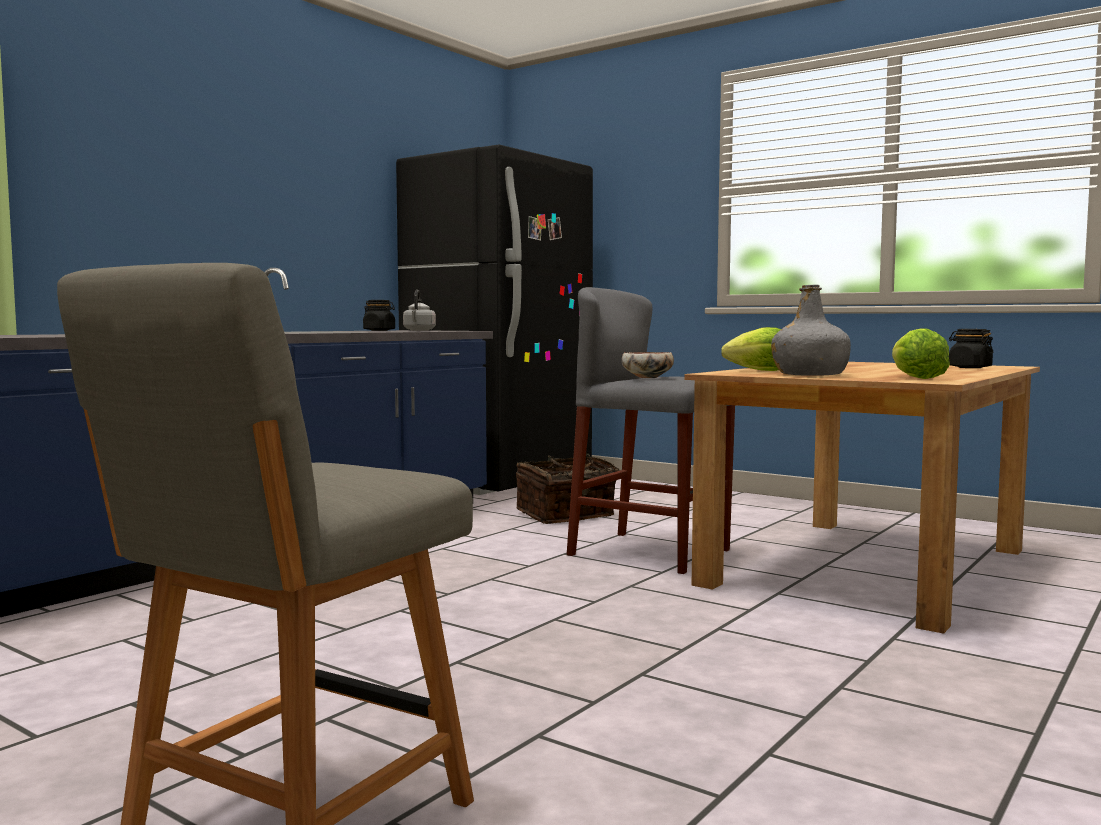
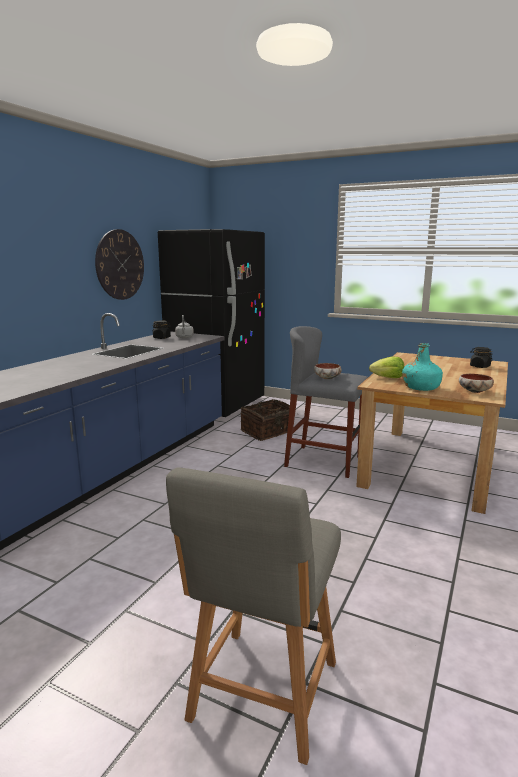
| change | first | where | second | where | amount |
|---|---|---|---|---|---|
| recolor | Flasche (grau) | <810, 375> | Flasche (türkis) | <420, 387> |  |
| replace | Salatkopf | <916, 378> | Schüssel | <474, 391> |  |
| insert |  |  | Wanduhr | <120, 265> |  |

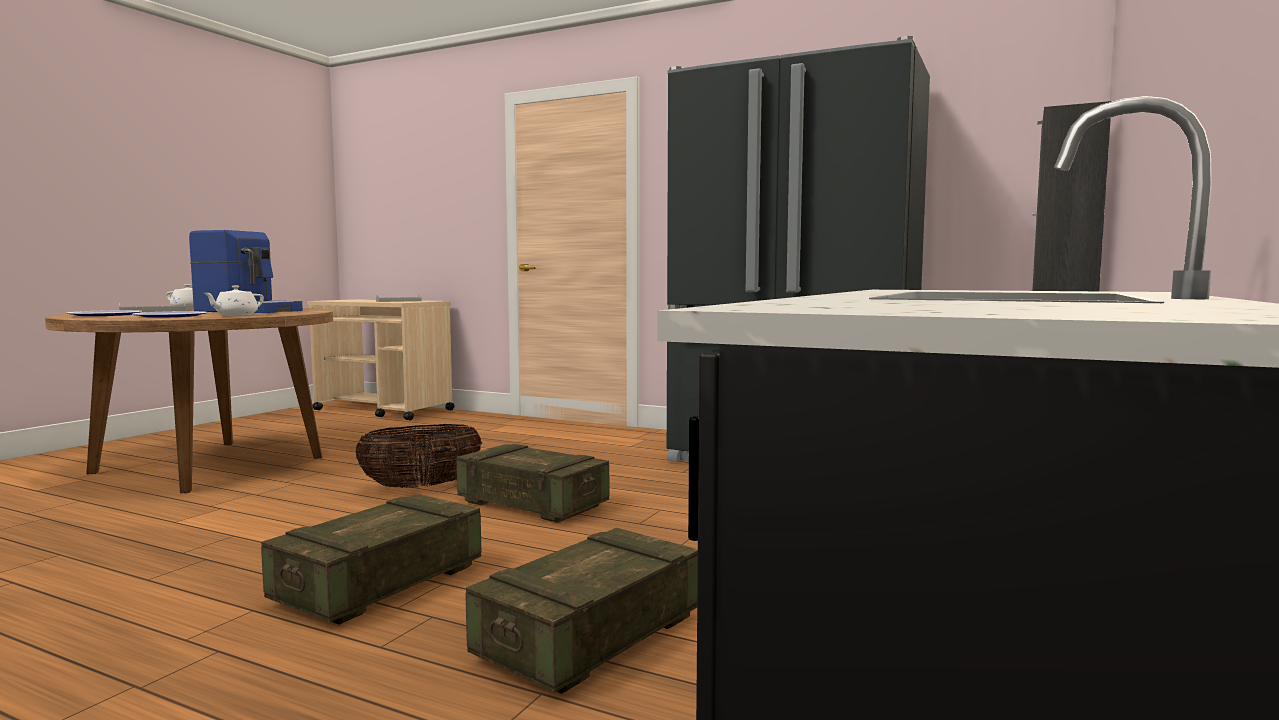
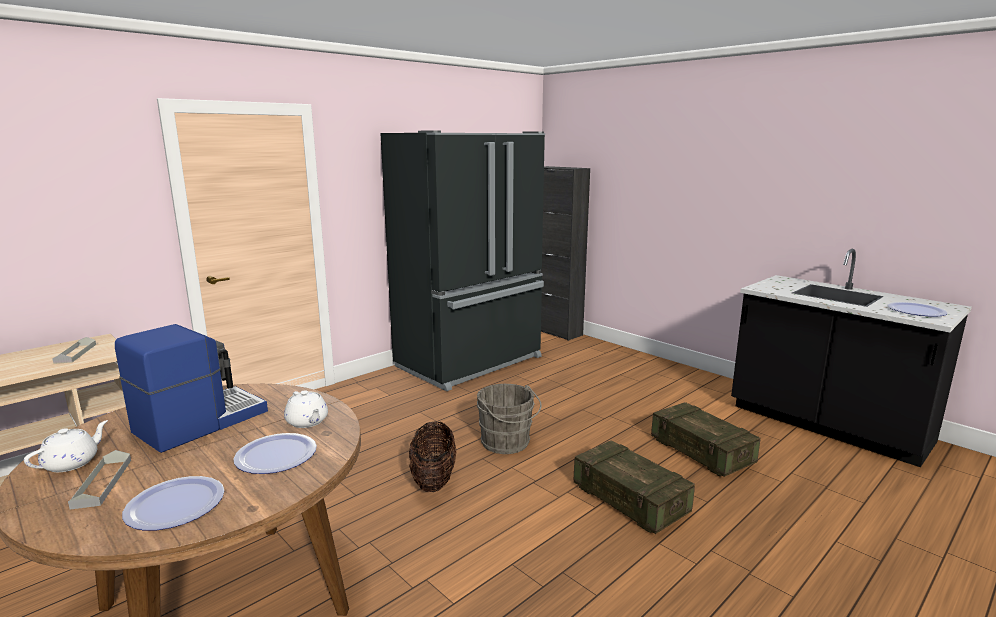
| change | first | where | second | where | amount |
|---|---|---|---|---|---|
| replace | Kiste | <532, 504> | Eimer (grau) | <507, 443> |  |
| insert |  |  | Teller | <916, 311> |  |

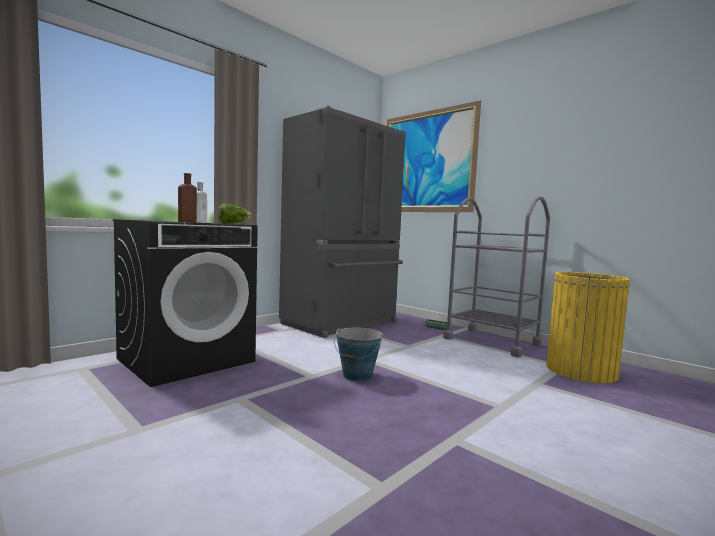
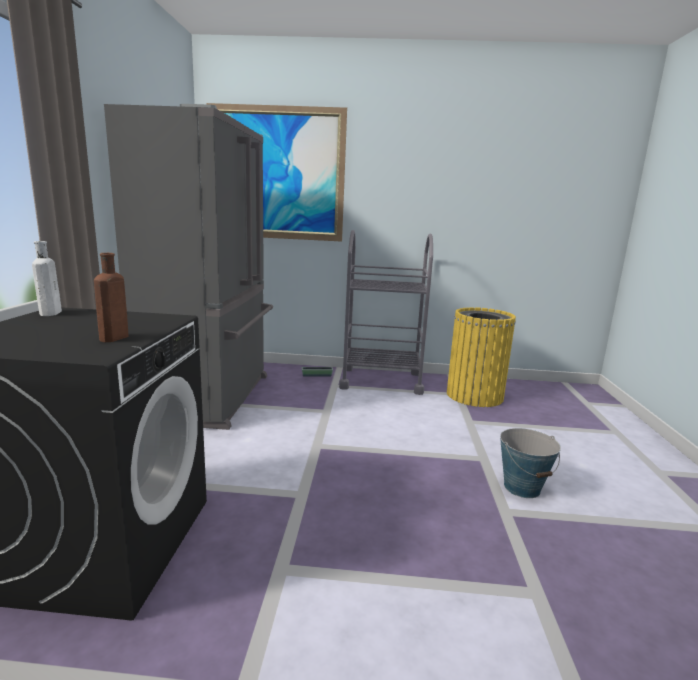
| change | first | where | second | where | amount |
|---|---|---|---|---|---|
| delete | Salatkopf | <233, 223> |  |  |  |
| move | Eimer | <357, 376> |  | <522, 487> |  |

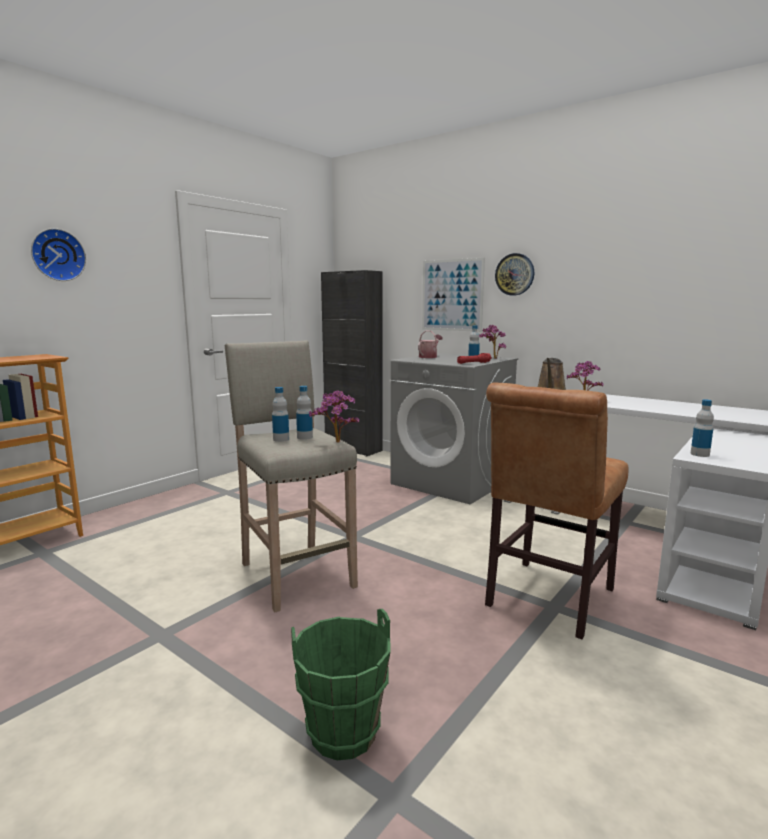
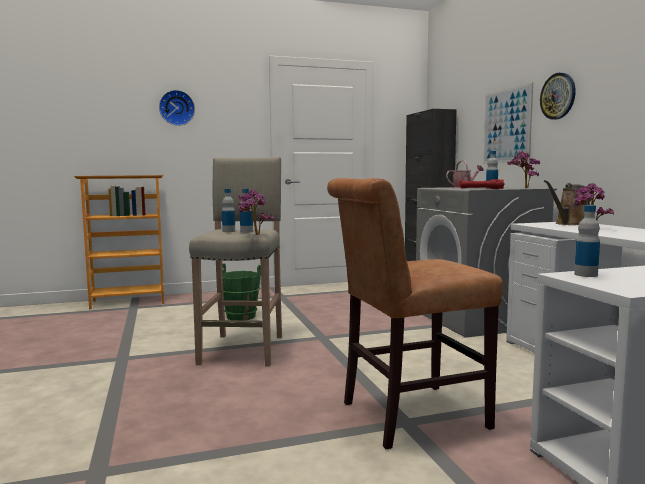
| change | first | where | second | where | amount |
|---|---|---|---|---|---|
| move | Eimer (grün) | <343, 734> |  | <241, 317> |  |

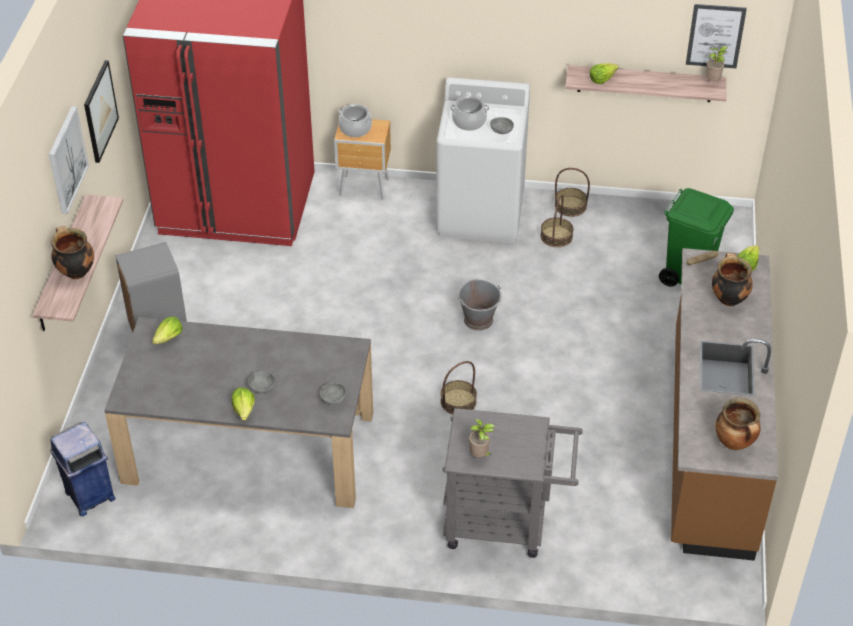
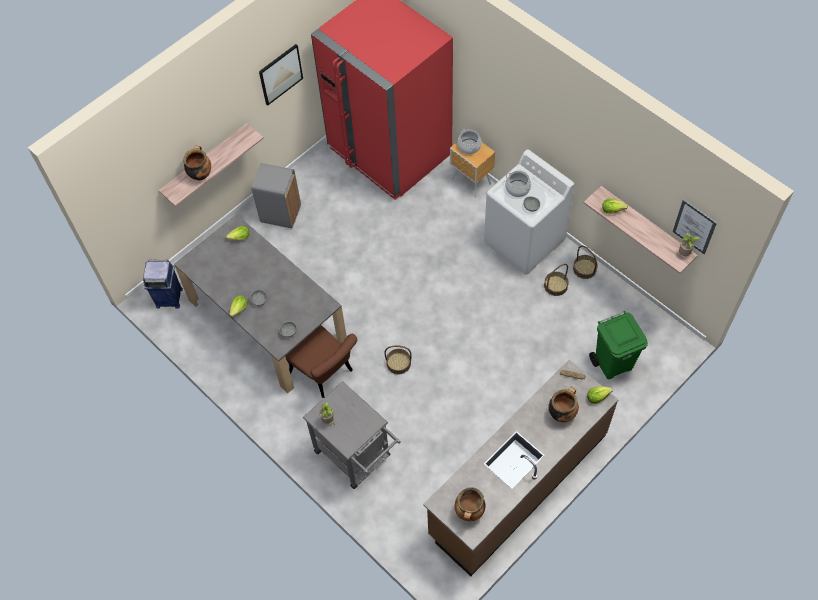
| change | first | where | second | where | amount |
|---|---|---|---|---|---|
| delete | Bild | <66, 160> |  |  |  |
| delete | Eimer (grau) | <479, 320> |  |  |  |
| insert |  |  | Stuhl (braun) | <325, 374> |  |

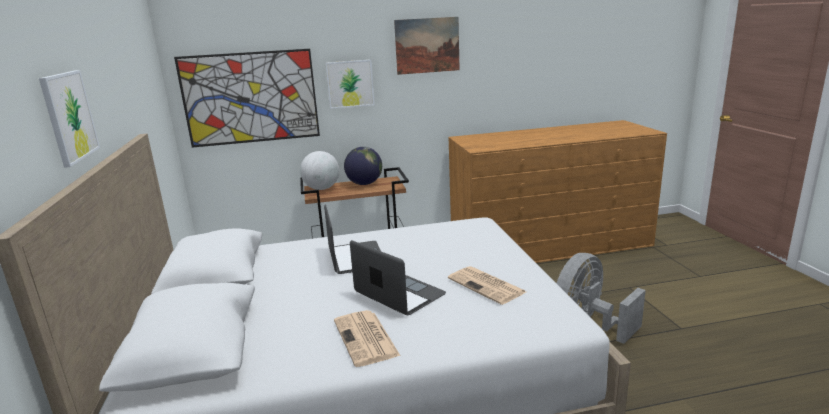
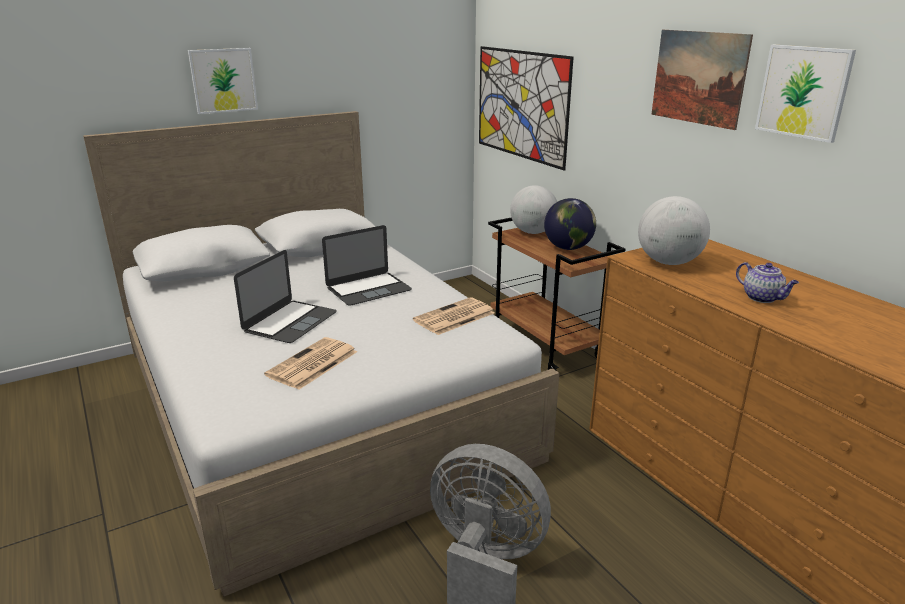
| change | first | where | second | where | amount |
|---|---|---|---|---|---|
| move | Bild | <350, 84> |  | <803, 92> |  |
| move | Zeitung | <366, 338> |  | <453, 317> |  |
| insert |  |  | Globus | <668, 262> |  |
| insert |  |  | Teekanne | <762, 298> |  |

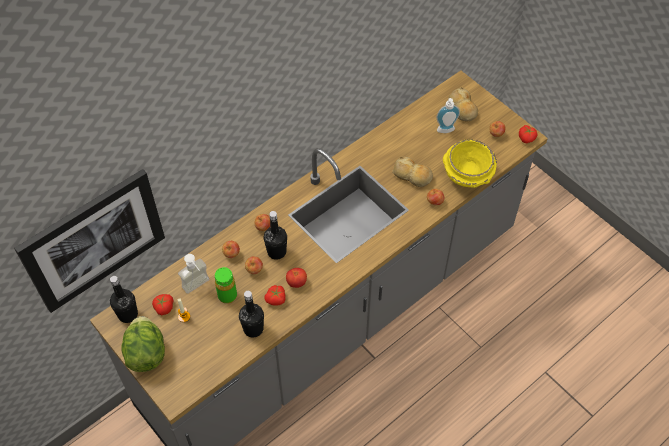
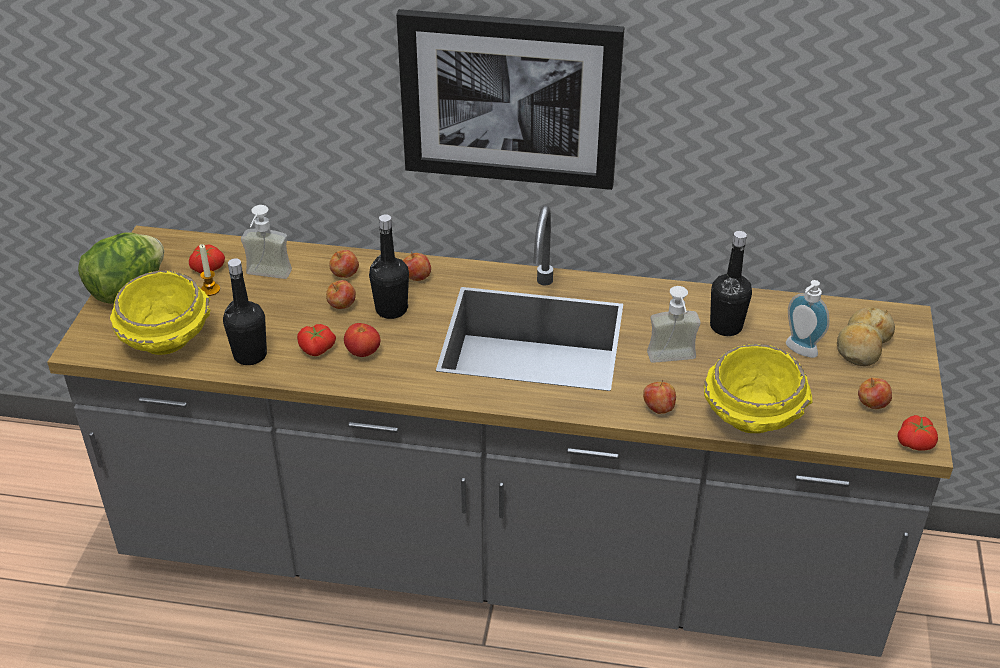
| change | first | where | second | where | amount |
|---|---|---|---|---|---|
| replace | Brot | <412, 176> | Seifenspender | <673, 362> |  |
| move | Bild | <93, 240> |  | <509, 99> |  |
| delete | Flasche (grün) | <227, 296> |  |  |  |
| move | Flasche (schwarz) | <128, 314> |  | <726, 326> |  |
| insert |  |  | Schüssel (gelb) | <167, 339> |  |

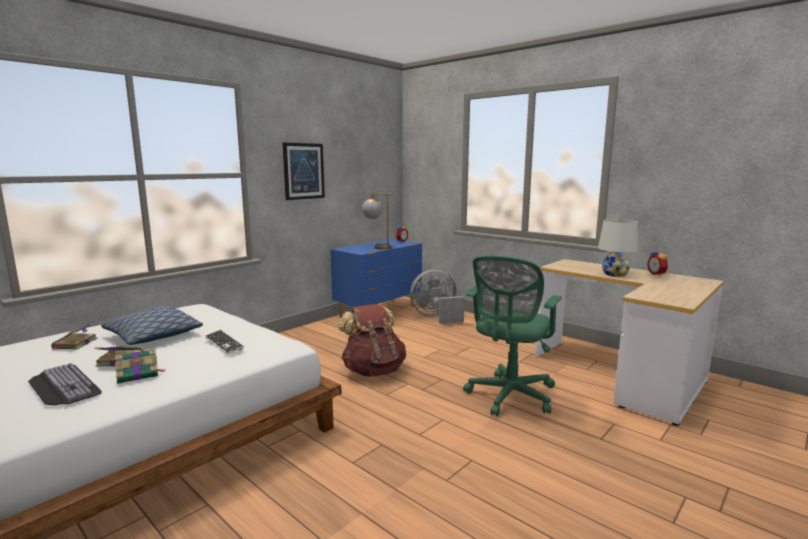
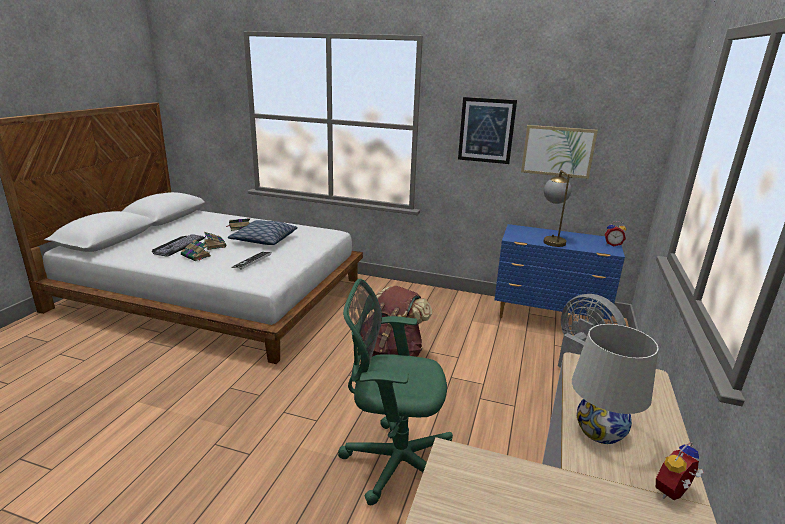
| change | first | where | second | where | amount |
|---|---|---|---|---|---|
| insert |  |  | Bild | <558, 151> |  |

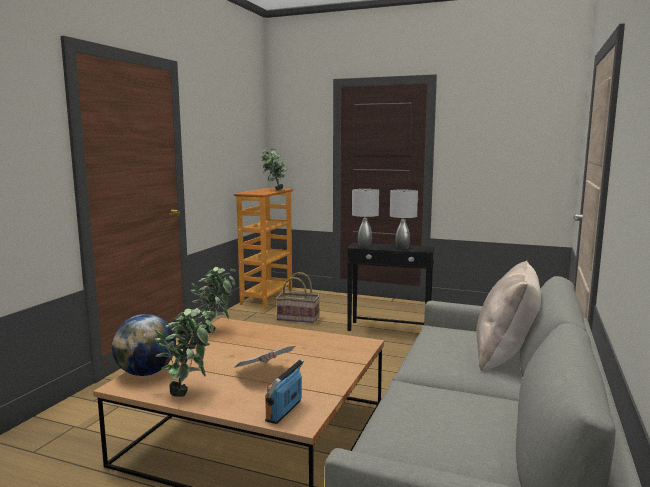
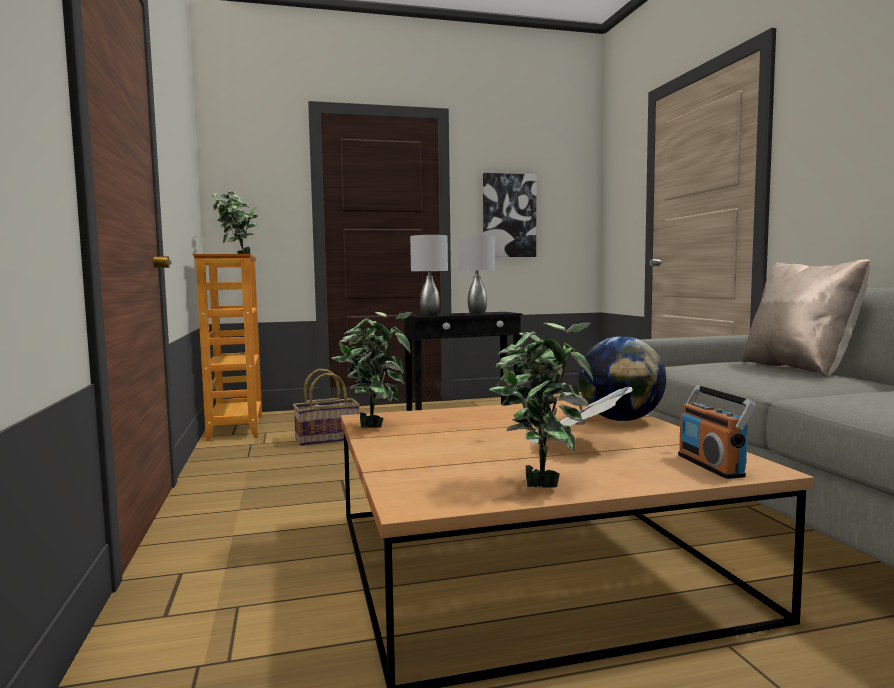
| change | first | where | second | where | amount |
|---|---|---|---|---|---|
| move | Globus | <146, 372> |  | <621, 420> |  |
| insert |  |  | Bild | <509, 216> |  |

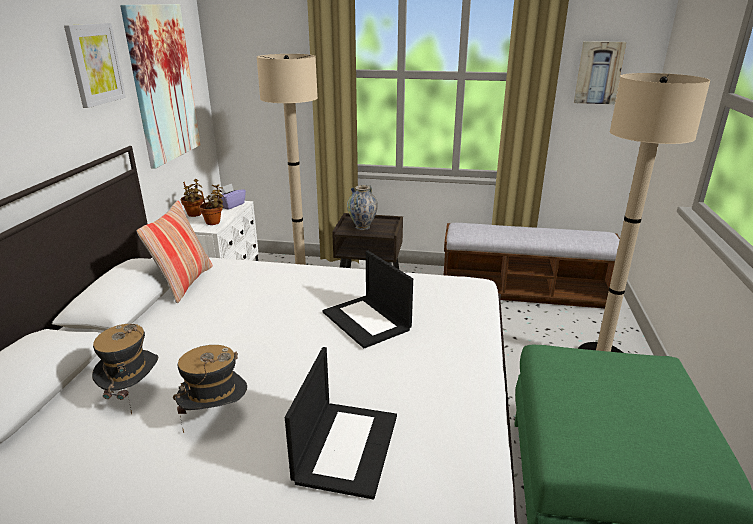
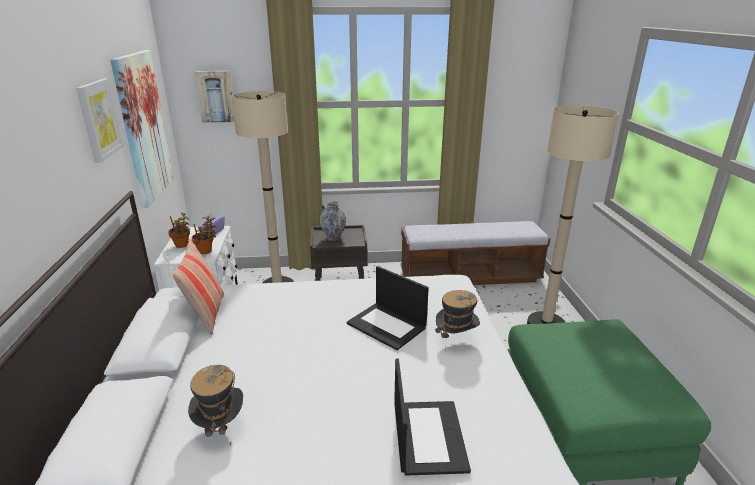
| change | first | where | second | where | amount |
|---|---|---|---|---|---|
| move | Bild | <598, 72> |  | <216, 96> |  |
| move | Hut | <216, 418> |  | <456, 340> |  |

